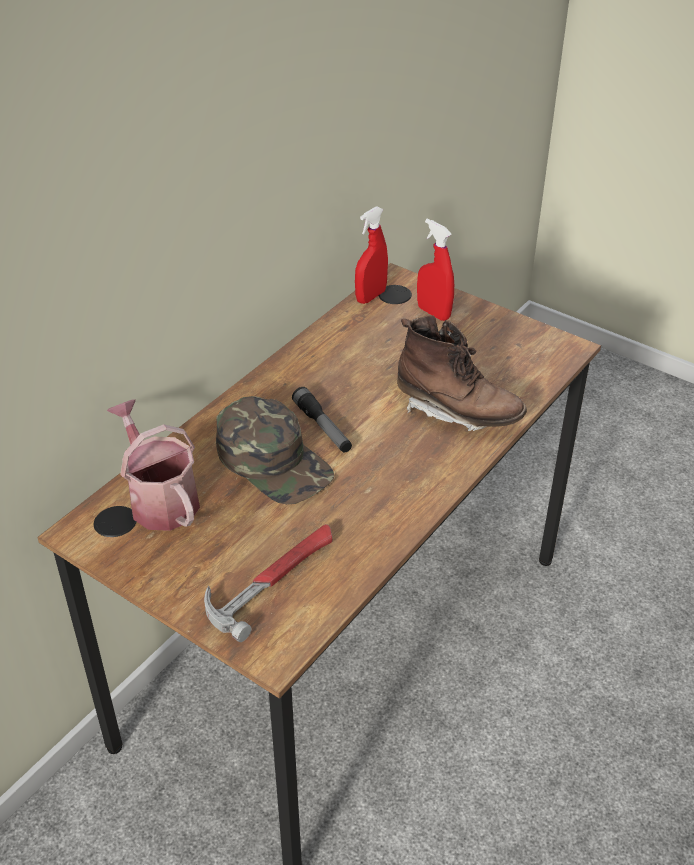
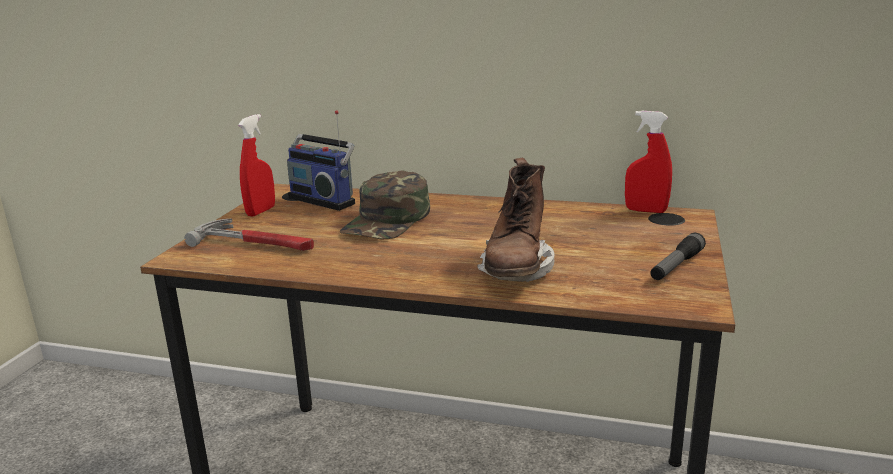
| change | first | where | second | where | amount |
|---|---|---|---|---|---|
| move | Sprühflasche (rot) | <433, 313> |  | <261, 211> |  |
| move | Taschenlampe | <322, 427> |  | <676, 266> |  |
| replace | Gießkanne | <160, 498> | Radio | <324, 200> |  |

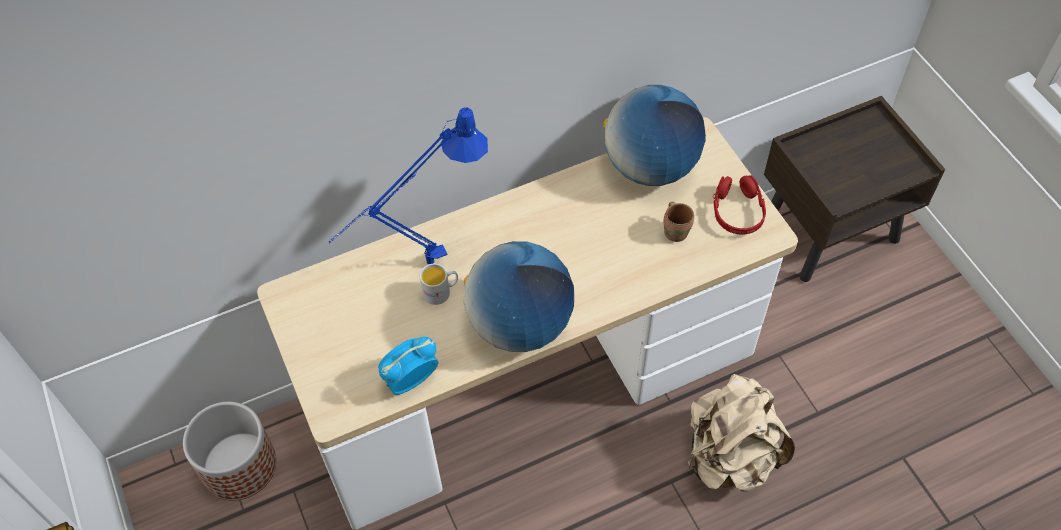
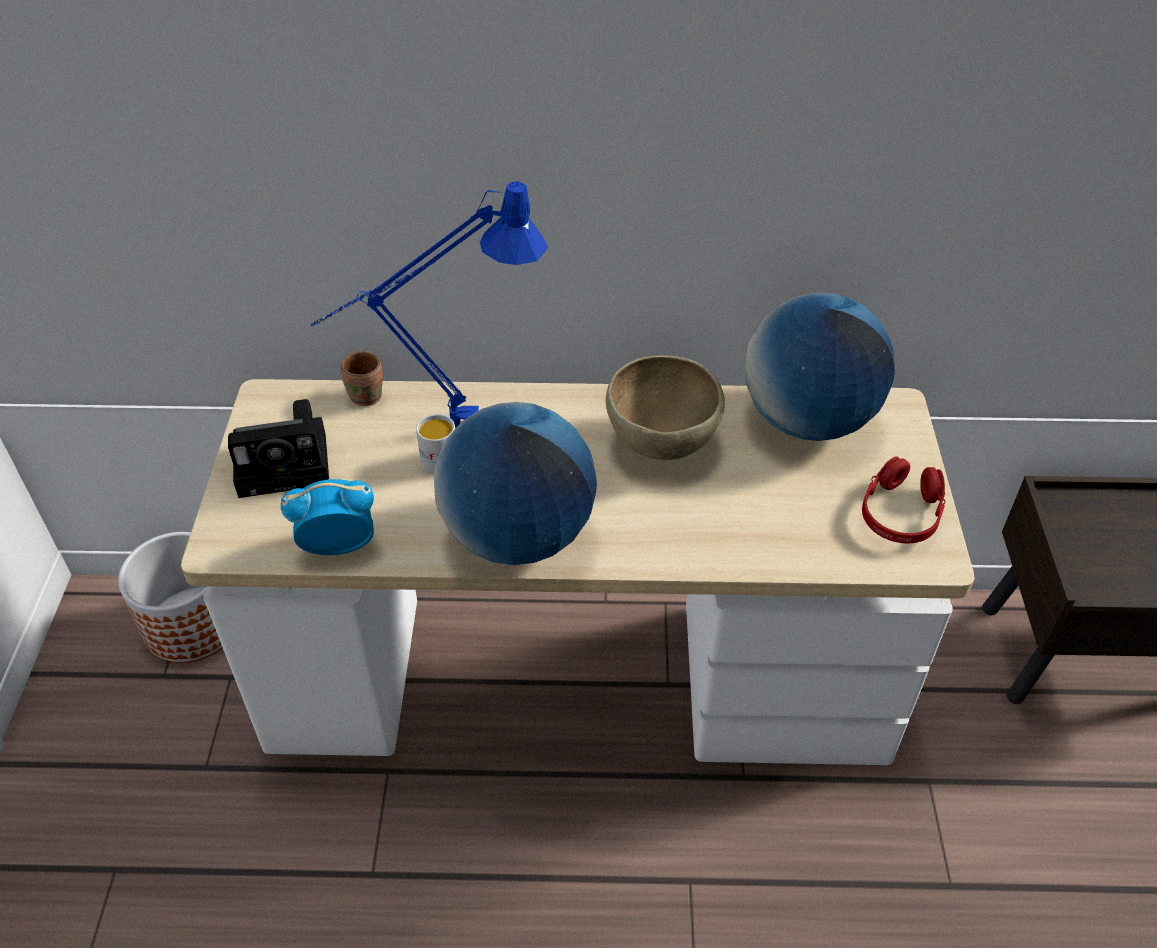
| change | first | where | second | where | amount |
|---|---|---|---|---|---|
| move | Henkelbecher (braun) | <676, 231> |  | <368, 395> |  |
| delete | Rucksack (beige) | <729, 456> |  |  |  |
| insert |  |  | Schüssel (braun) | <660, 444> |  |
| insert |  |  | Kamera | <288, 463> |  |

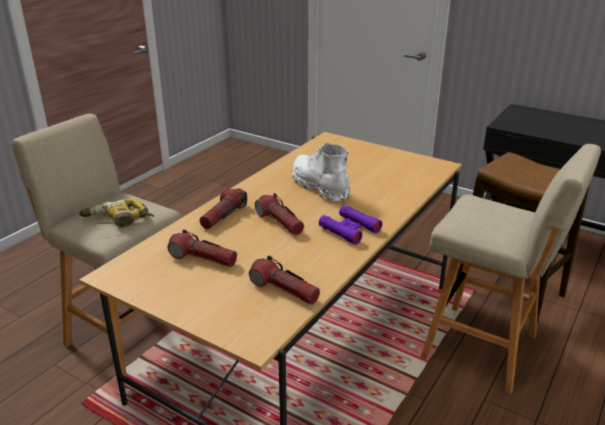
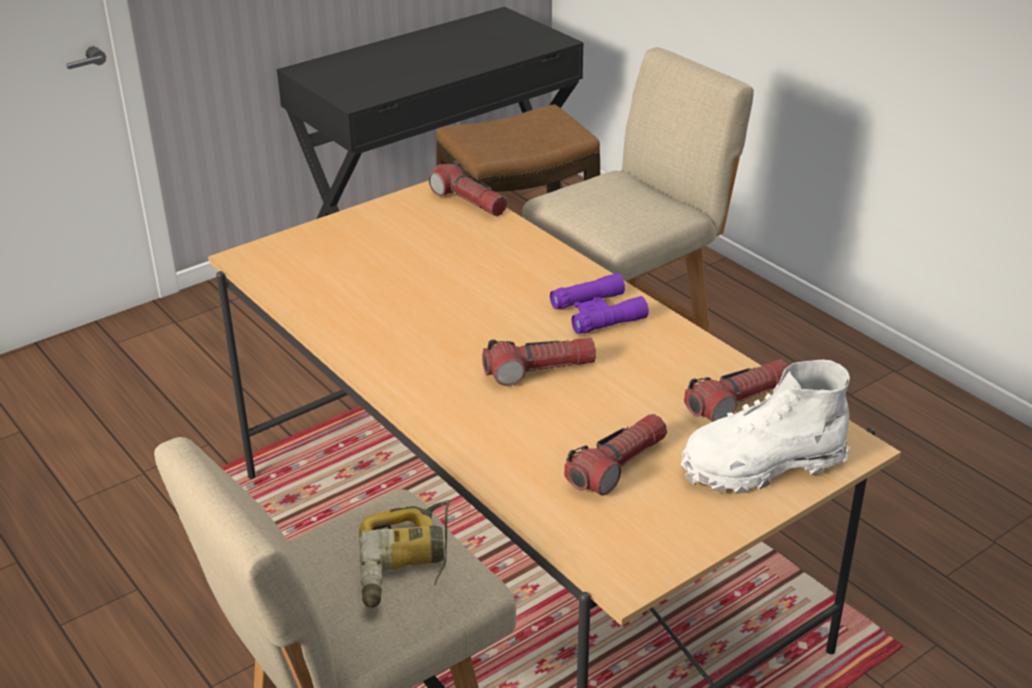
| change | first | where | second | where | amount |
|---|---|---|---|---|---|
| move | Stiefel (weiß) | <320, 187> |  | <761, 465> |  |
| move | Taschenlampe | <223, 215> |  | <468, 201> |  |

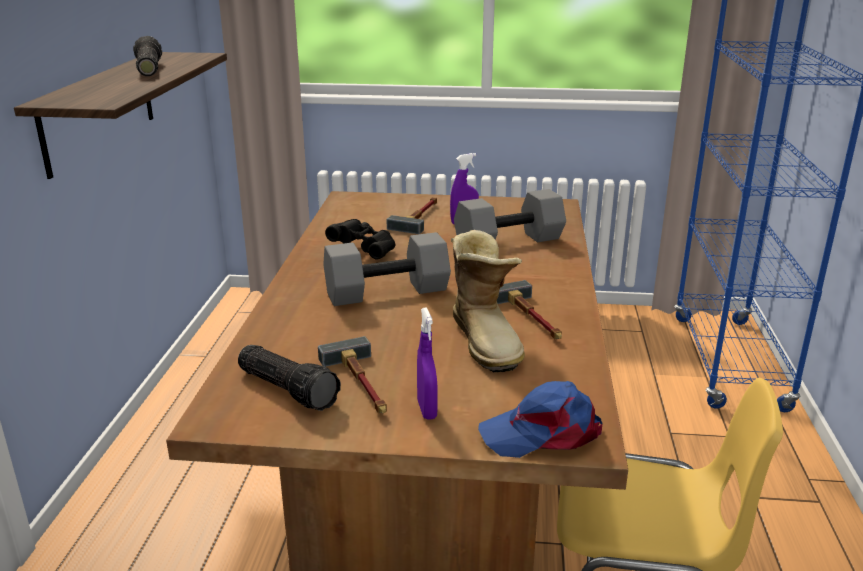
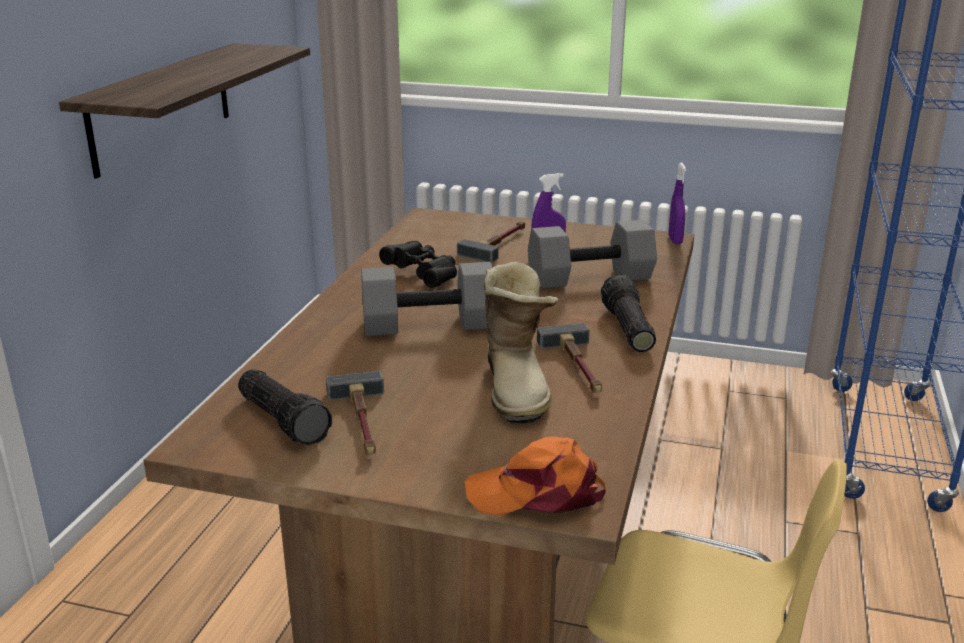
| change | first | where | second | where | amount |
|---|---|---|---|---|---|
| move | Taschenlampe | <147, 69> |  | <626, 328> |  |
| move | Sprühflasche (lila) | <427, 410> |  | <675, 240> |  |
| recolor | Kappe (blau) | <543, 433> | Kappe (orange) | <537, 493> |  |

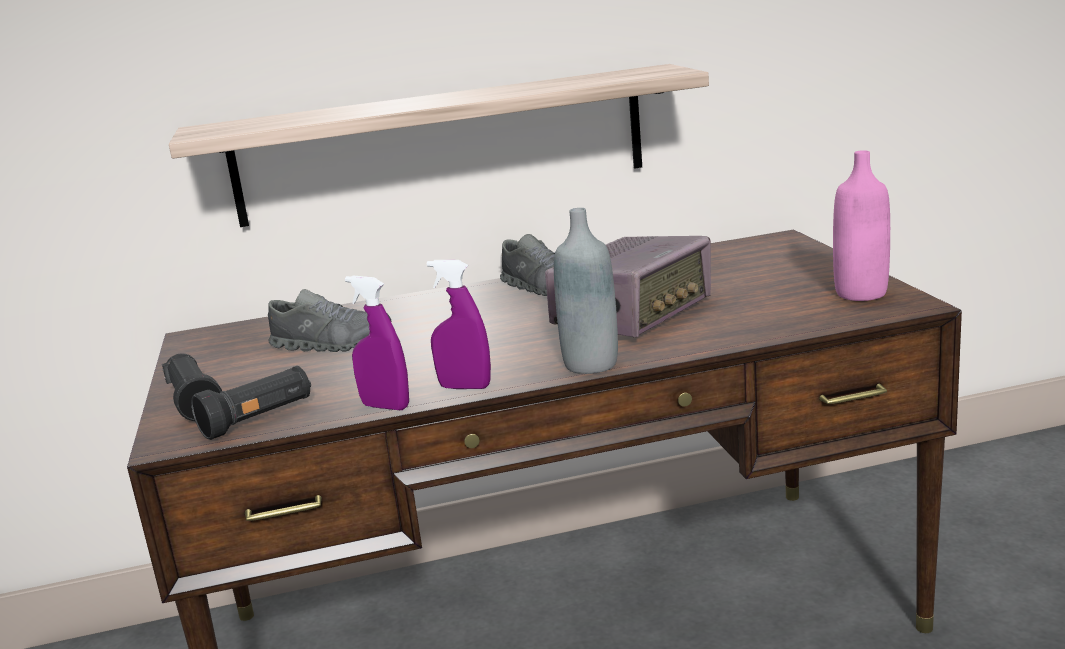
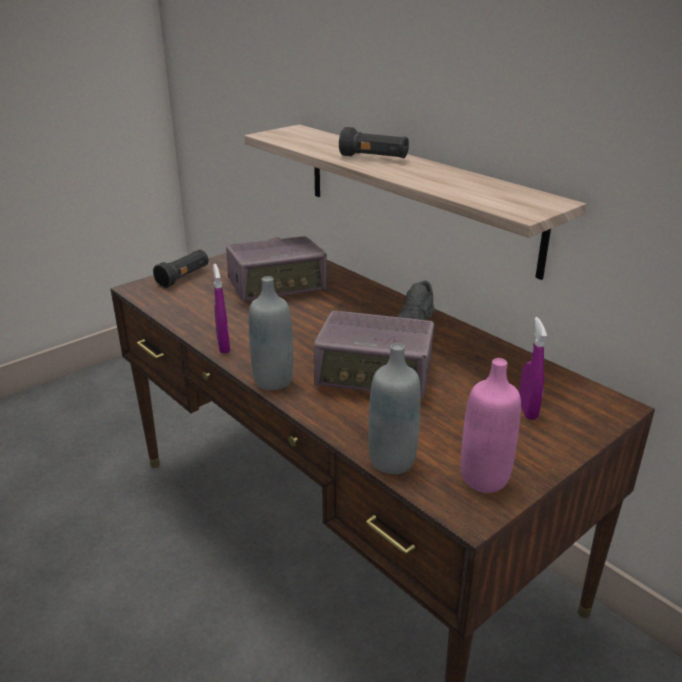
| change | first | where | second | where | amount |
|---|---|---|---|---|---|
| move | Sprühflasche (lila) | <385, 406> |  | <527, 410> |  |
| replace | Schuh (grau) | <331, 344> | Radio | <277, 286> |  |
| move | Taschenlampe (schwarz) | <258, 419> |  | <374, 158> |  |
| insert |  |  | Flasche (grau) | <392, 460> |  |

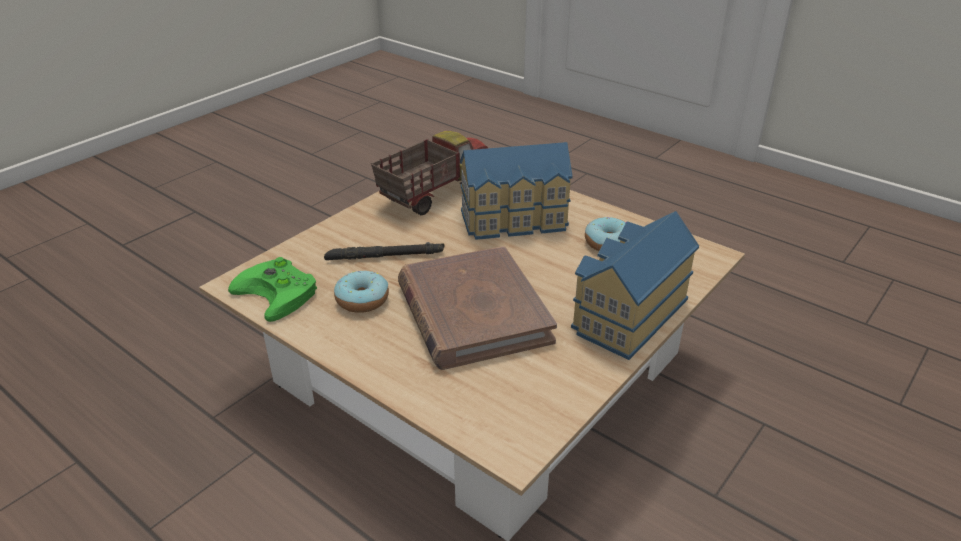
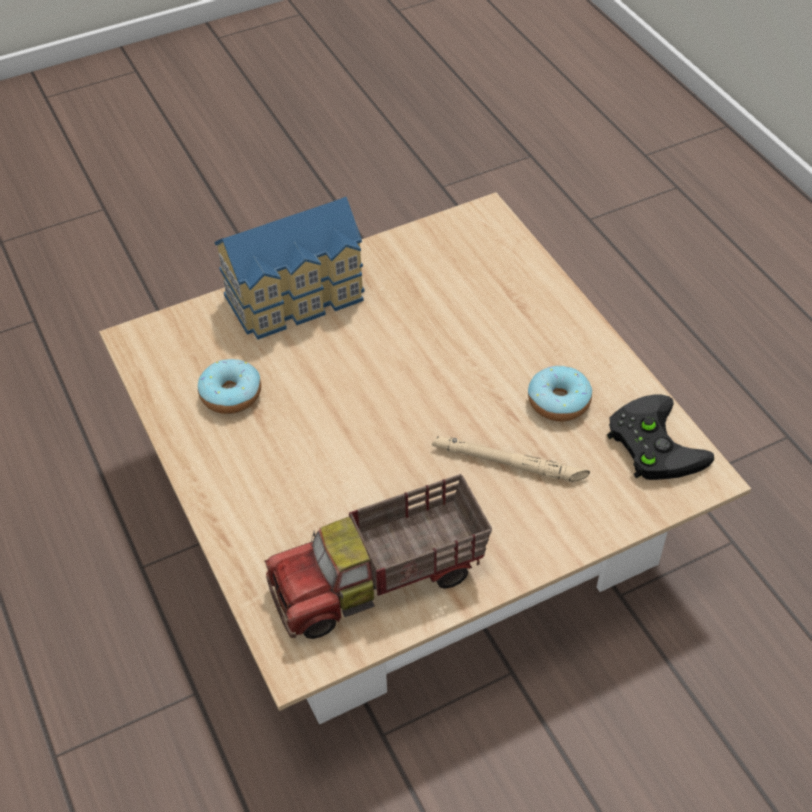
| change | first | where | second | where | amount |
|---|---|---|---|---|---|
| delete | Spielzeughaus | <516, 221> |  |  |  |
| recolor | Taschenlampe (schwarz) | <385, 256> | Taschenlampe (beige) | <509, 463> |  |
| delete | Buch (braun) | <472, 312> |  |  |  |
| recolor | Gamepad (grün) | <280, 293> | Gamepad (schwarz) | <651, 443> |  |

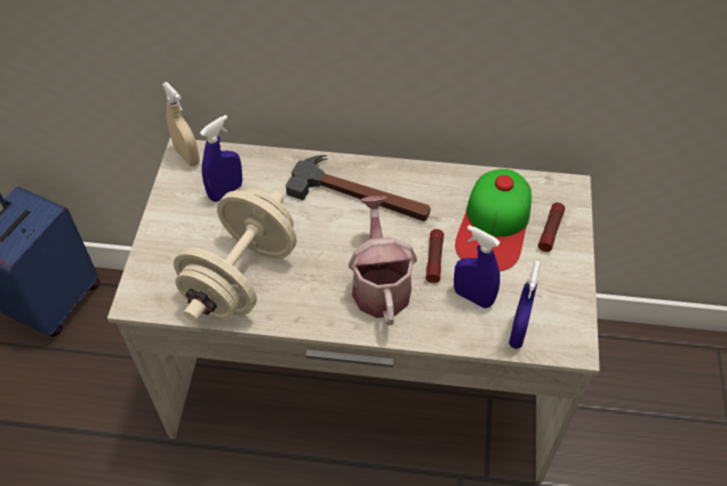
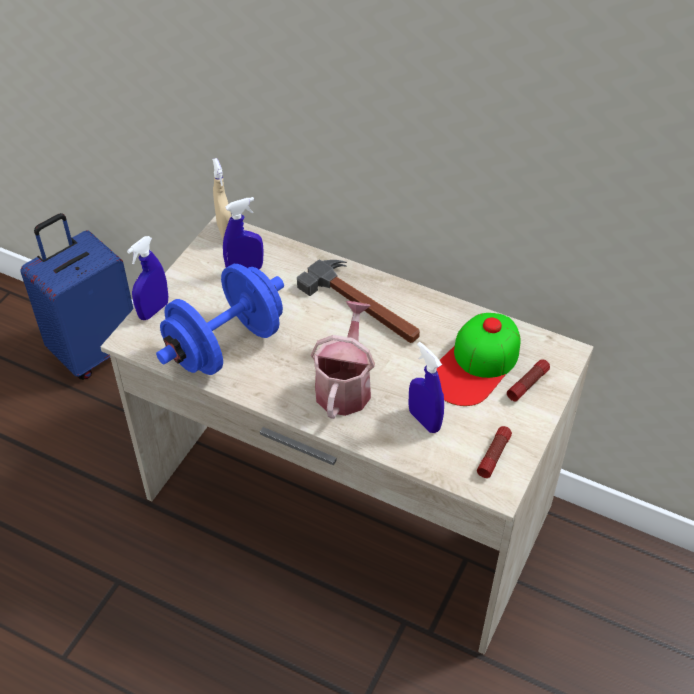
| change | first | where | second | where | amount |
|---|---|---|---|---|---|
| recolor | Hantel (beige) | <241, 278> | Hantel (blau) | <225, 346> |  |
| move | Taschenlampe | <434, 259> |  | <493, 455> |  |
| move | Sprühflasche (blau) | <517, 332> |  | <153, 310> |  |

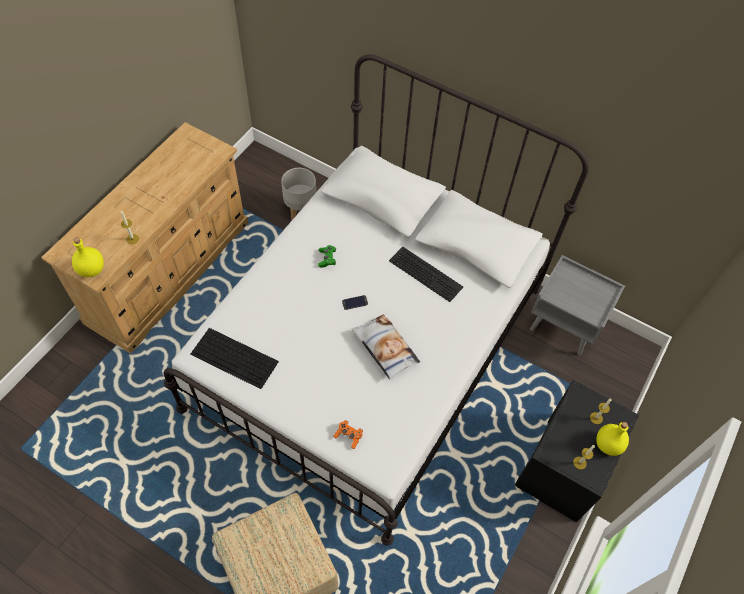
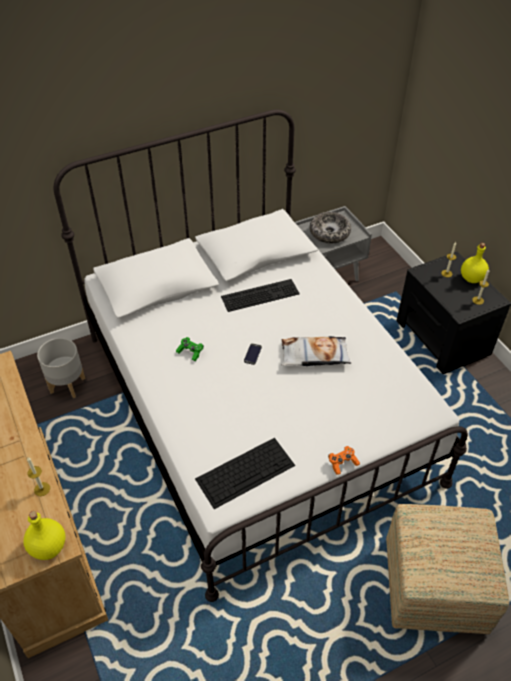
| change | first | where | second | where | amount |
|---|---|---|---|---|---|
| move | Gamepad (orange) | <348, 436> |  | <342, 463> |  |
| insert |  |  | Schüssel | <329, 232> |  |

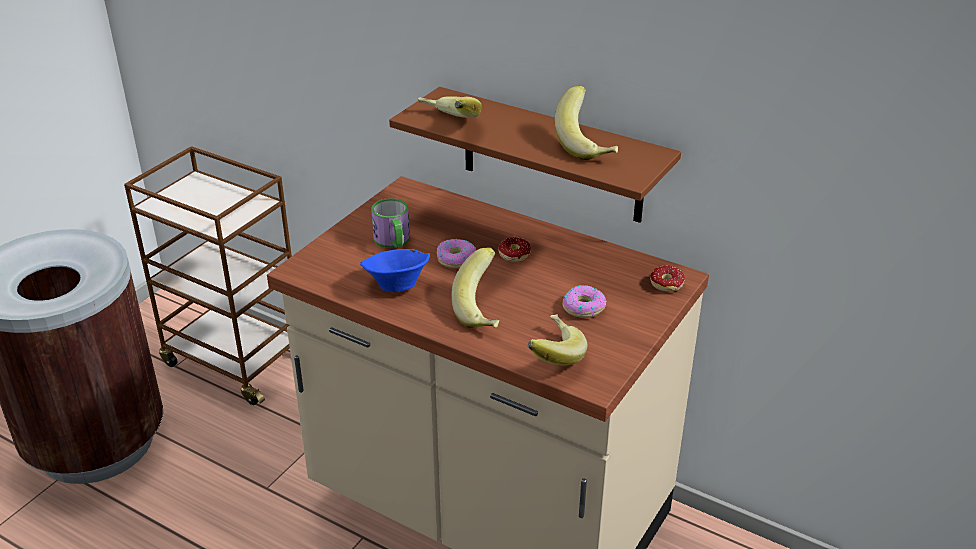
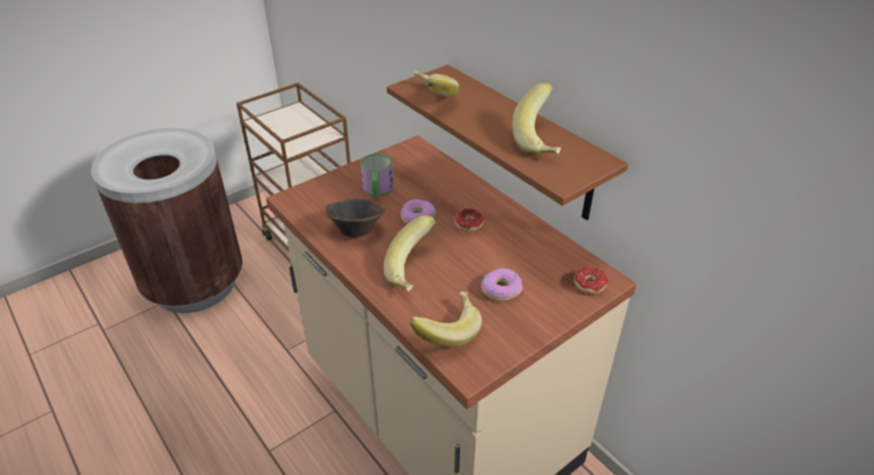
| change | first | where | second | where | amount |
|---|---|---|---|---|---|
| recolor | Schüssel (blau) | <396, 286> | Schüssel (braun) | <356, 230> |  |

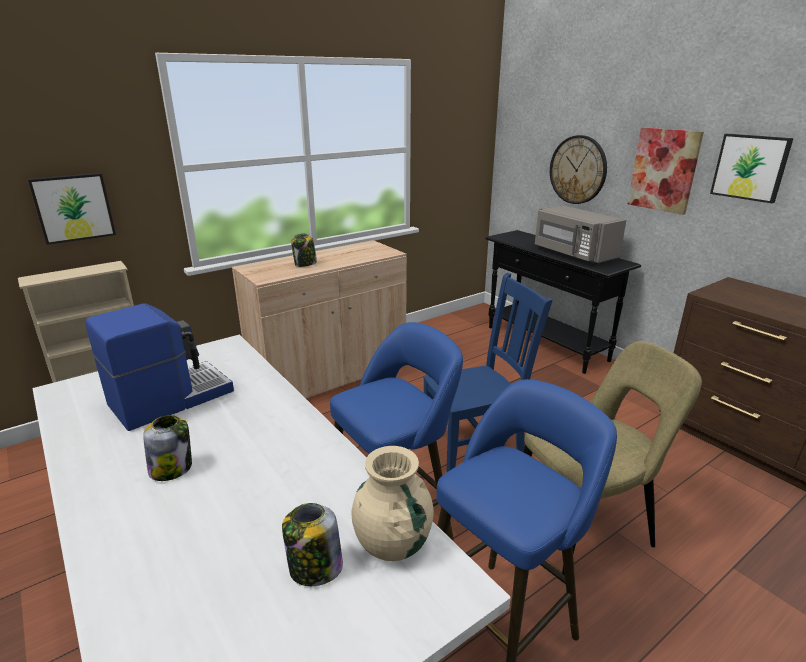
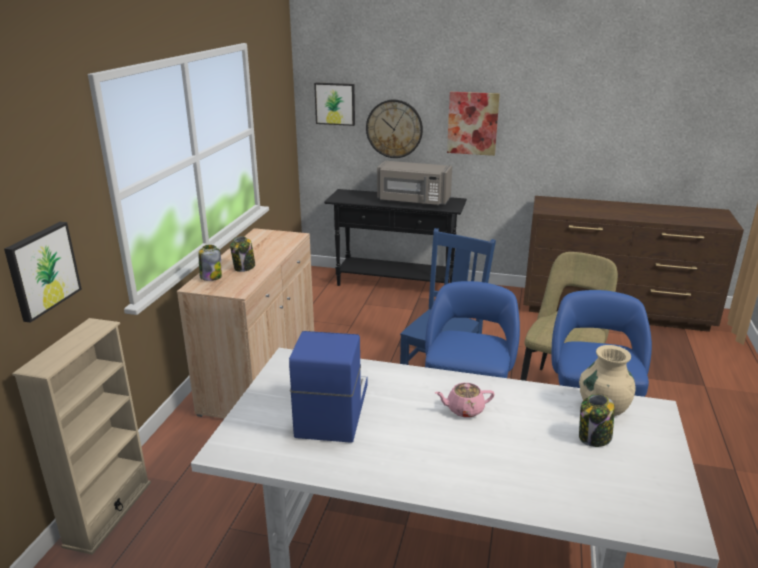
| change | first | where | second | where | amount |
|---|---|---|---|---|---|
| move | Bild | <750, 167> |  | <335, 103> |  |
| move | Vorratsglas | <172, 468> |  | <211, 277> |  |
| insert |  |  | Teekanne (rosa) | <464, 409> |  |

